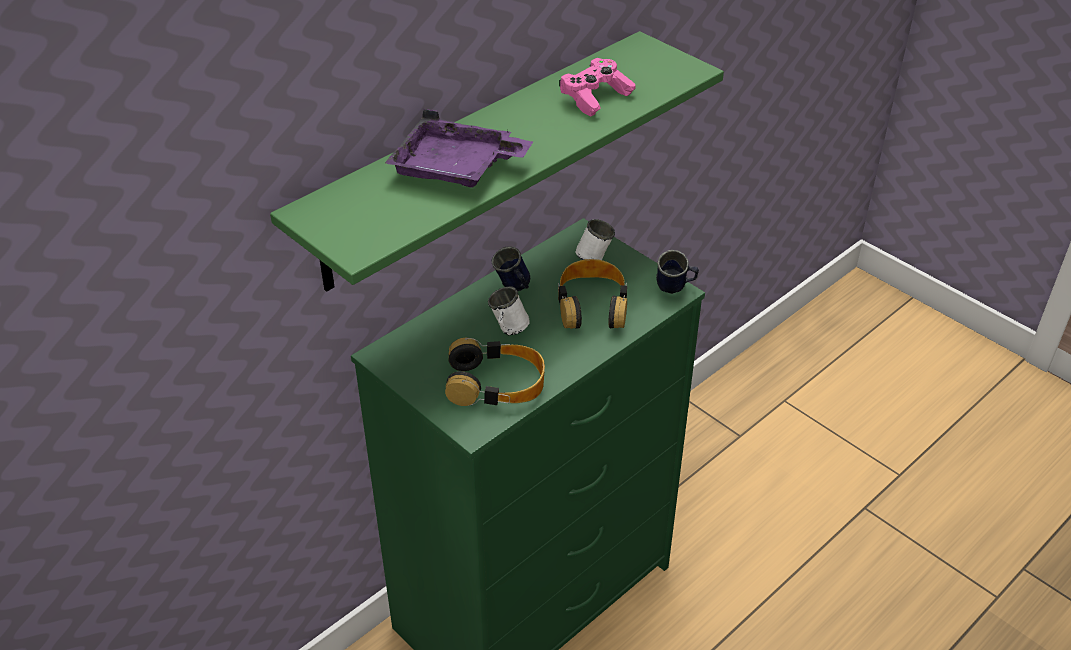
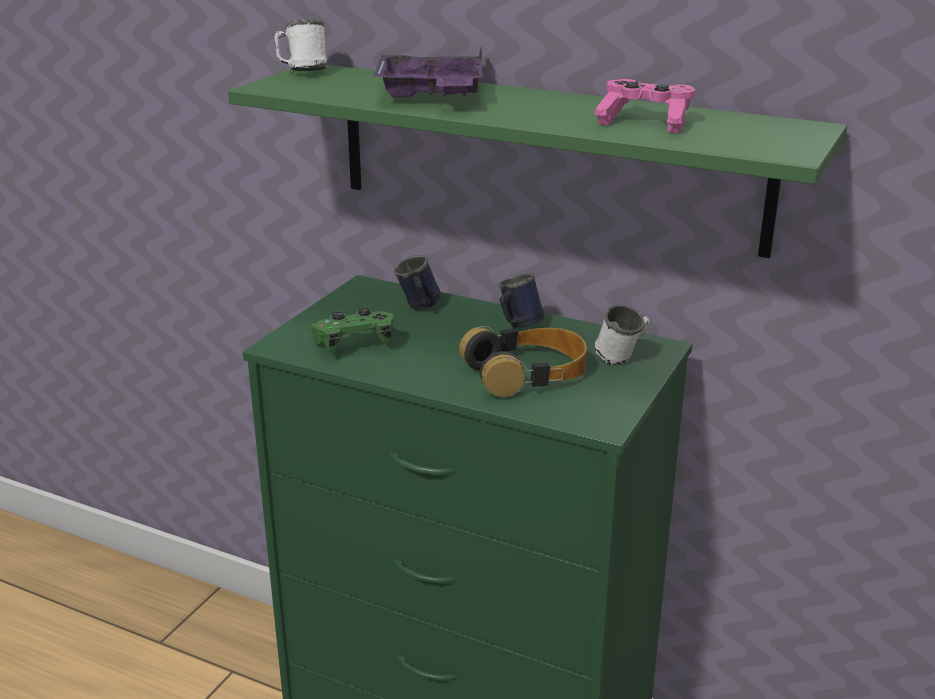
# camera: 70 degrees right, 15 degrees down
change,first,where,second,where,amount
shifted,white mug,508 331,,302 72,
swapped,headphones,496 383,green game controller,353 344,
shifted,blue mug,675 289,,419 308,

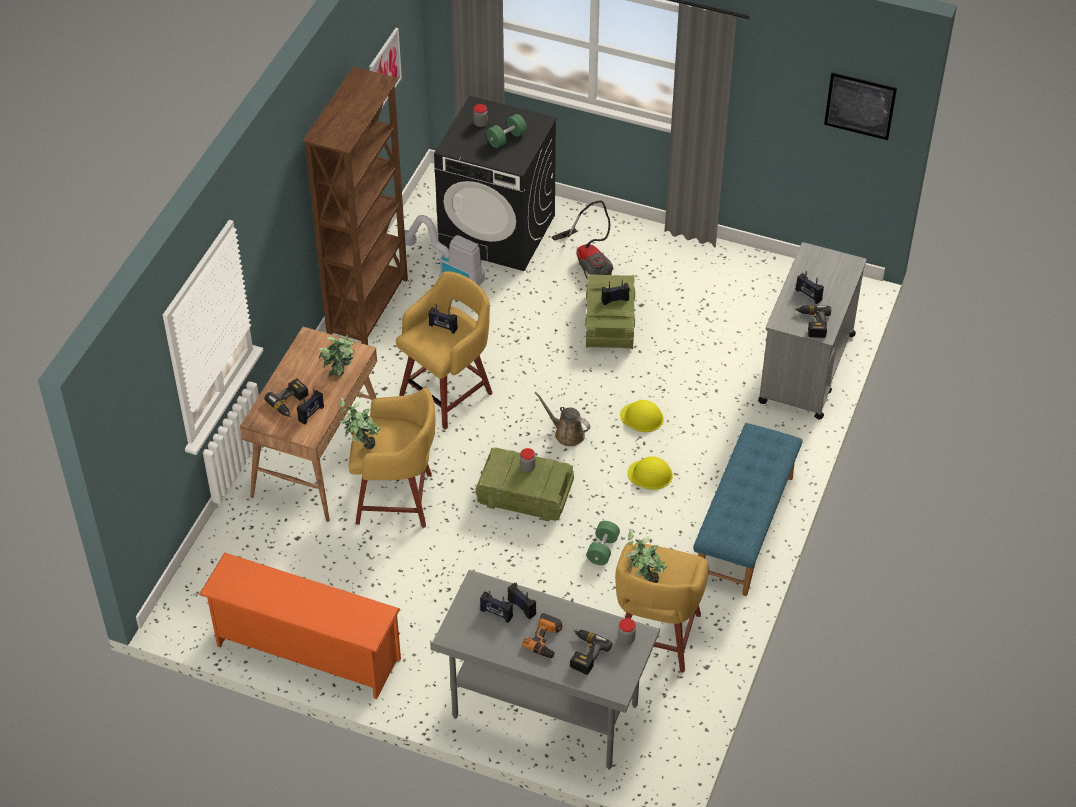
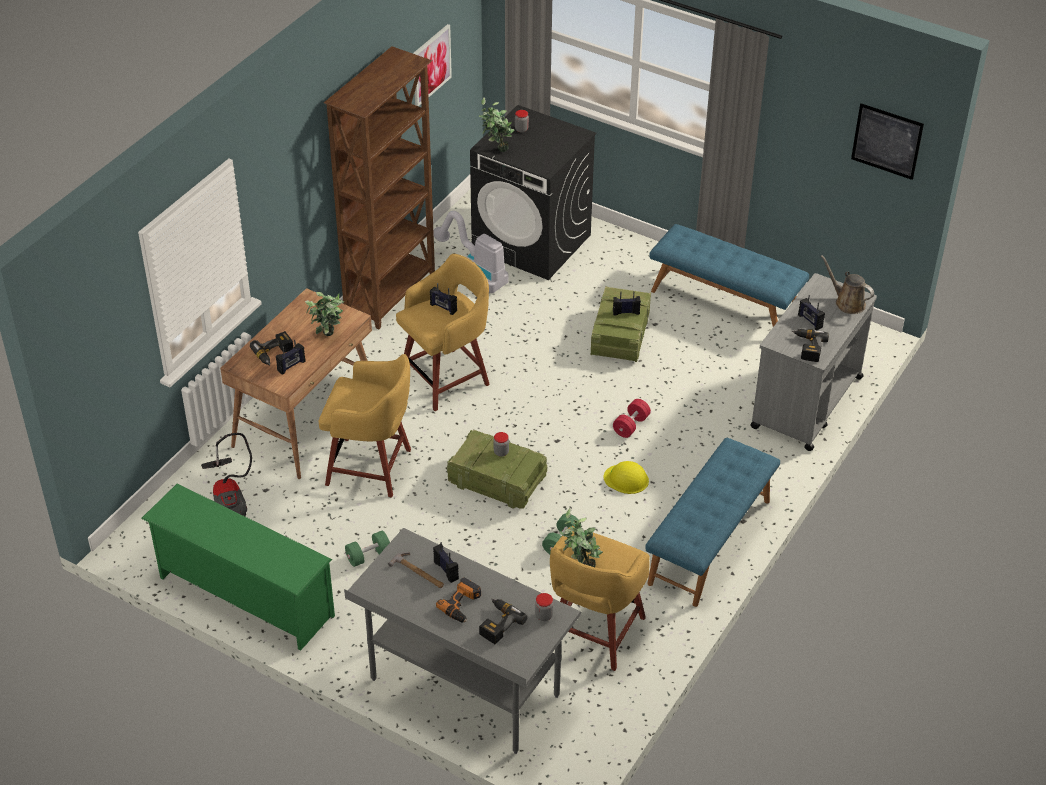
# camera: 10 degrees right, 5 degrees down
change,first,where,second,where,amount
repainted,orange shoe rack,306 653,green shoe rack,243 597,
shifted,vacuum cleaner,589 260,,230 496,
shifted,green dumbbell,506 138,,368 556,
swapped,radio,496 613,hammer,418 573,
shifted,potted plant,361 448,,496 150,
swapped,yellow hard hat,642 417,red dumbbell,631 425,
new,,,blue bench,725 302,
shifted,brown watering can,566 433,,847 302,

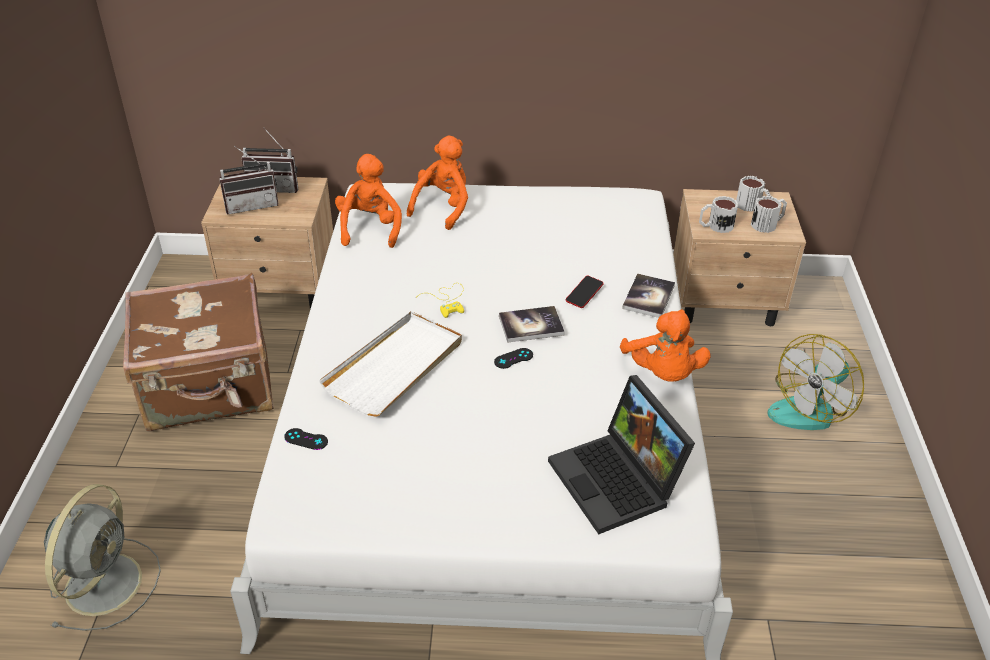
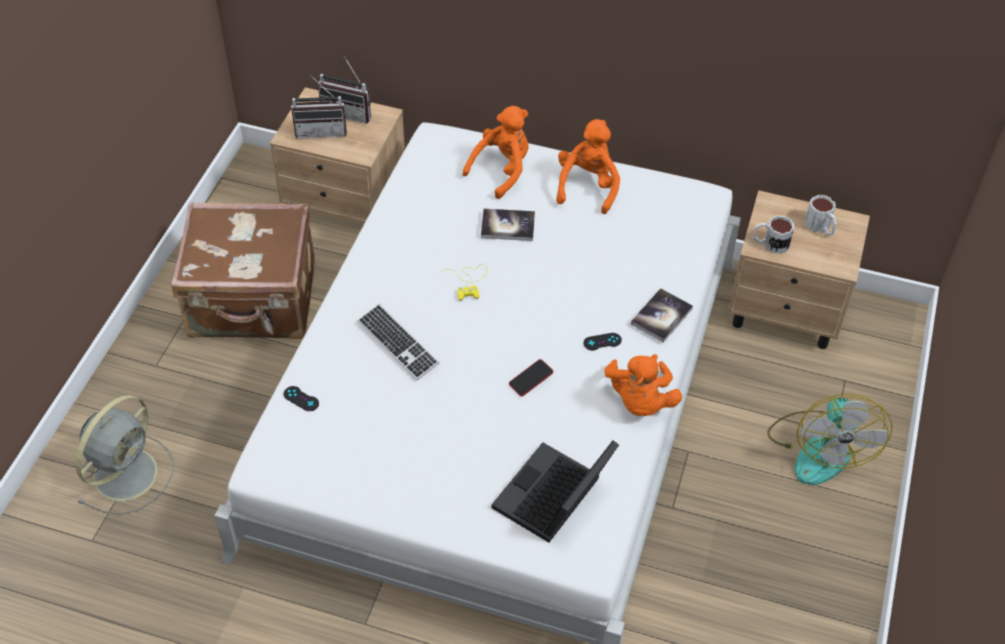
# camera: 15 degrees right, 10 degrees up
change,first,where,second,where,amount
swapped,white tray,395 367,keyboard,398 343,
shifted,book,531 325,,508 226,
rotated,laptop,618 482,,553 500,45 degrees clockwise
shifted,phone,584 294,,531 380,
shifted,orange plush toy,370 228,,587 186,
shifted,black game controller,513 358,,602 342,
rotated,fan,810 408,,819 448,60 degrees counterclockwise
gone,mug,768 224,,,

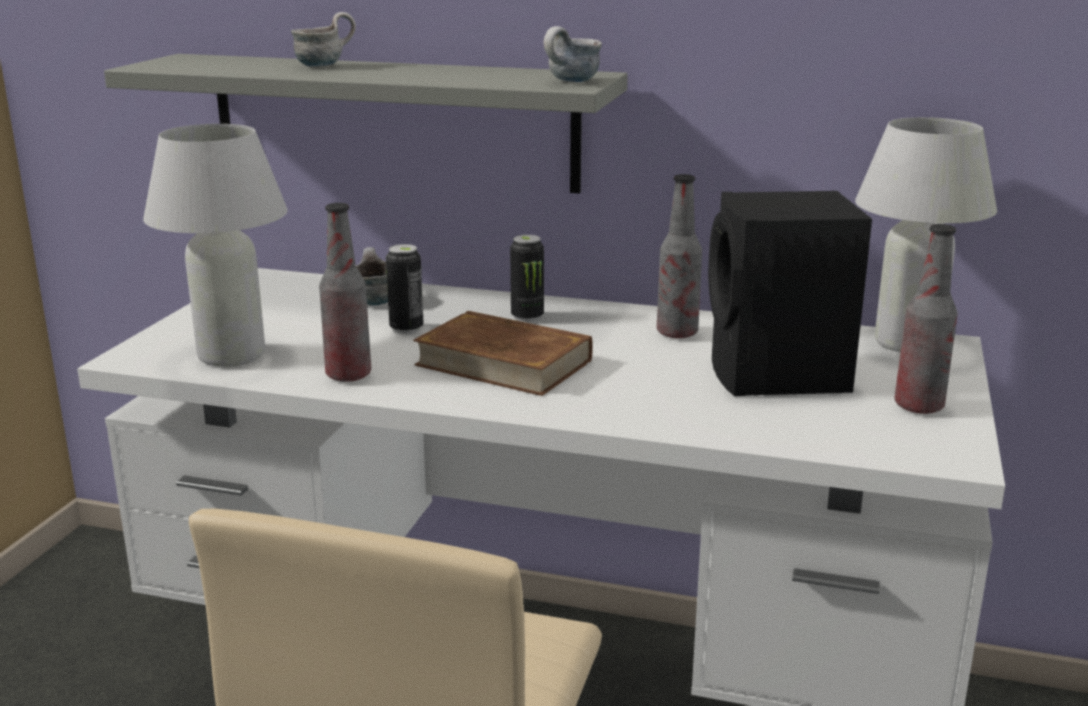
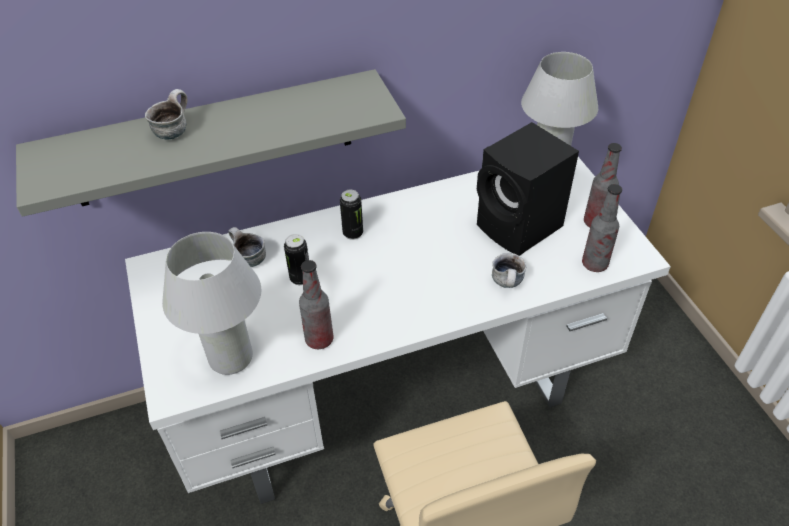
# camera: 35 degrees left, 25 degrees up
change,first,where,second,where,amount
shifted,mug,570 82,,508 284,
shifted,bottle,677 333,,594 264,
gone,brown book,503 362,,,

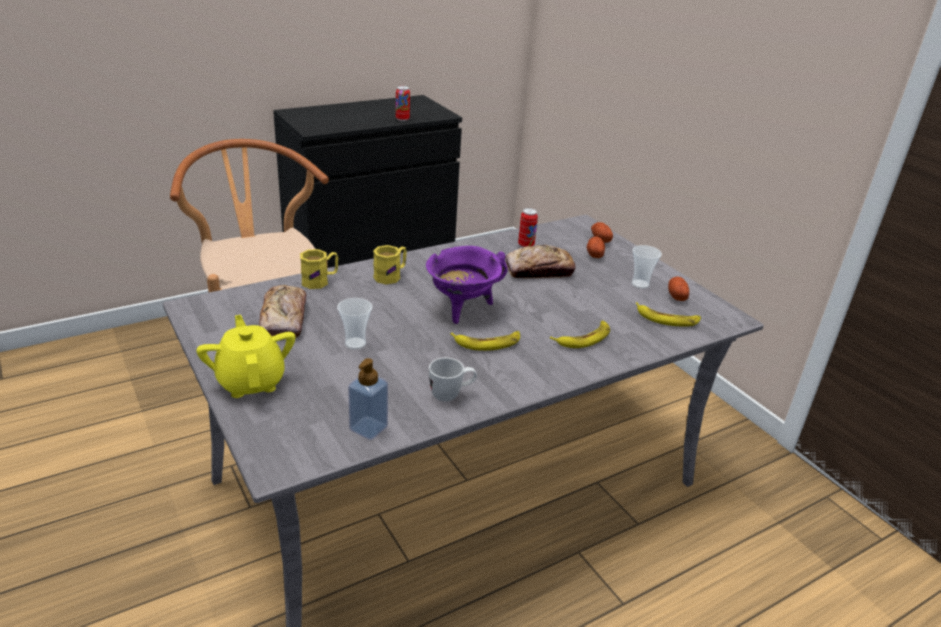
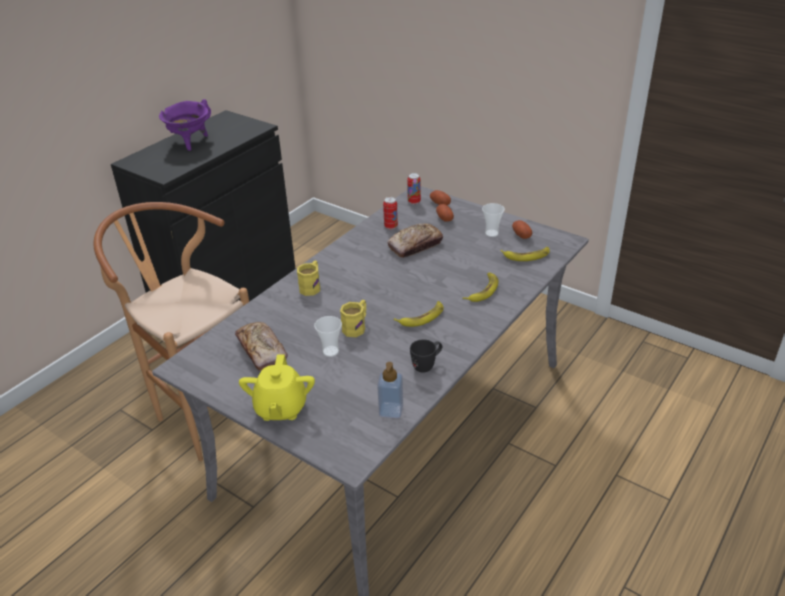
# camera: 20 degrees left, 5 degrees up
change,first,where,second,where,amount
shifted,purple cooking pot,462 308,,190 142,
rotated,yellow teapot,251 381,,280 408,135 degrees counterclockwise
shifted,yellow mug,320 281,,356 327,
shifted,can,402 119,,414 202,
repainted,white mug,451 395,black mug,427 365,

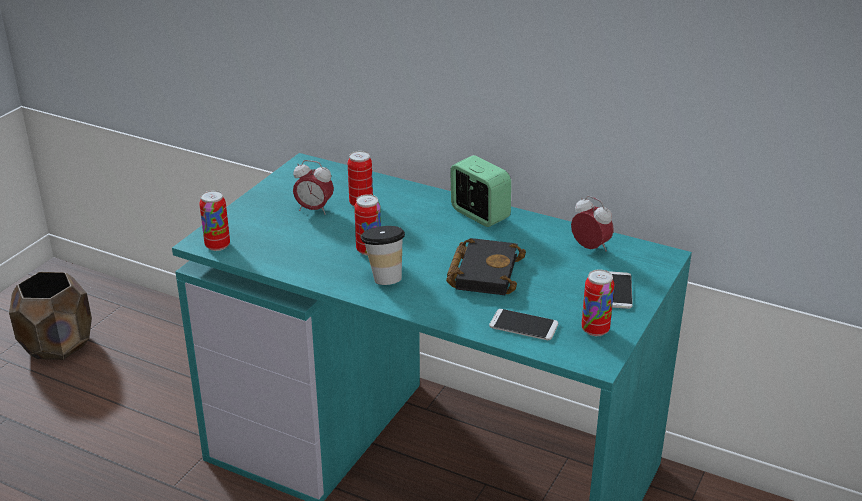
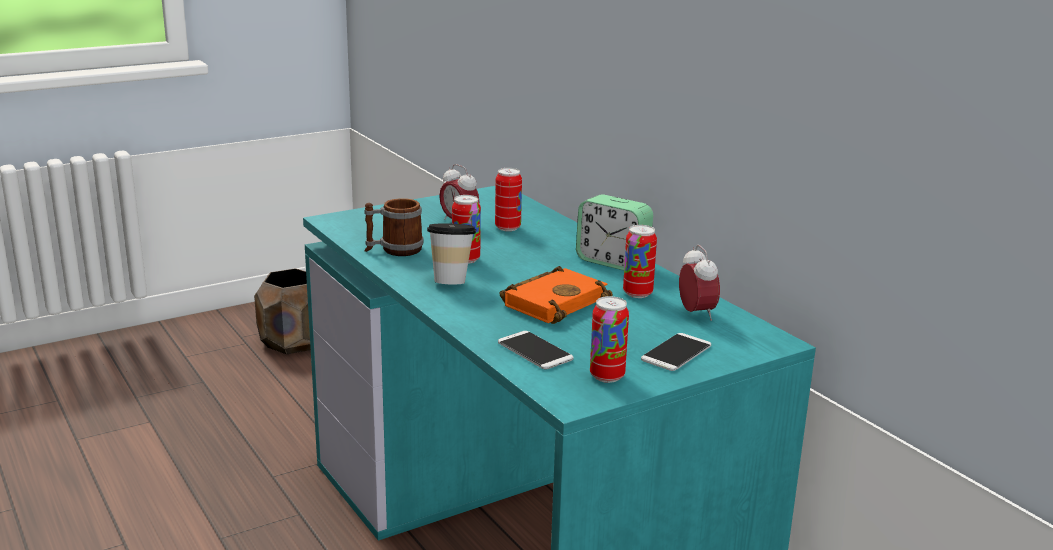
# camera: 30 degrees right, 10 degrees down
change,first,where,second,where,amount
new,,,mug,394 250,
repainted,black book,483 271,orange book,554 301,
rotated,alarm clock,479 215,,612 261,135 degrees clockwise
shifted,can,217 246,,637 293,

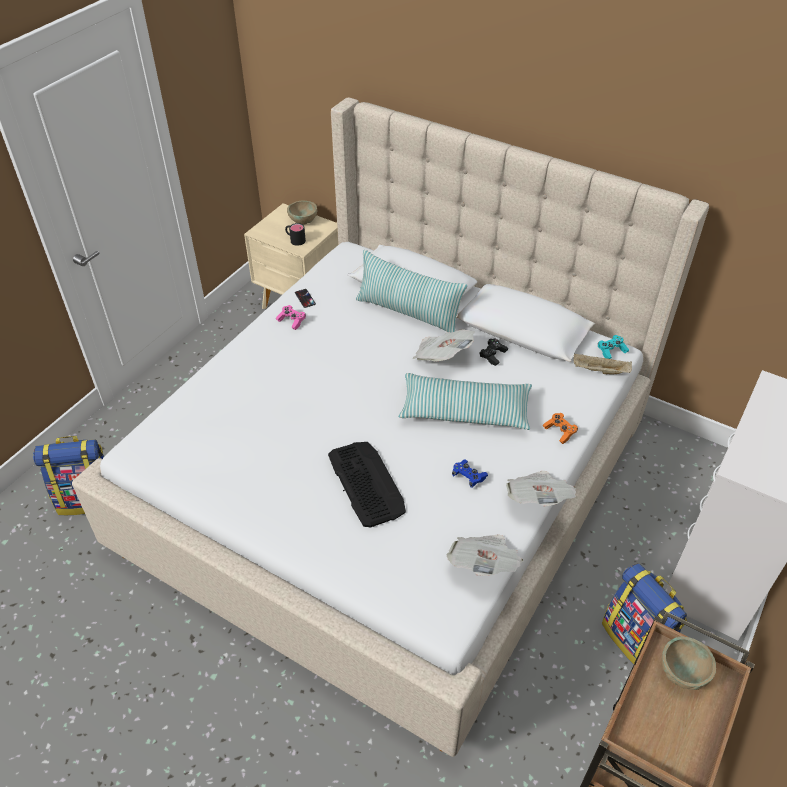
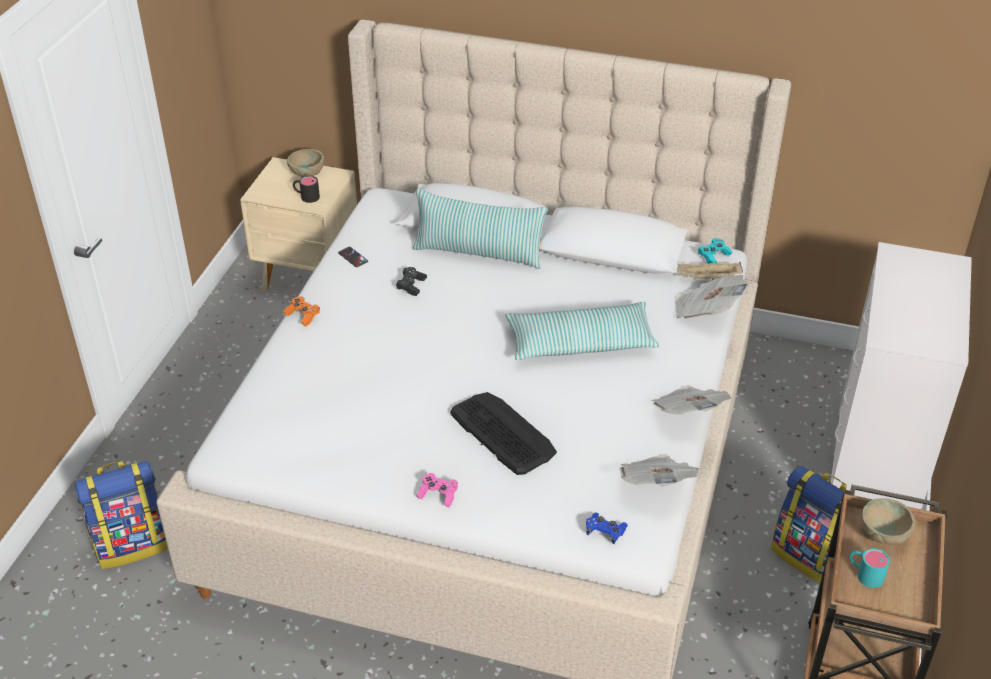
# camera: 15 degrees left, 5 degrees down
change,first,where,second,where,amount
shifted,orange game controller,560 431,,302 316,
shifted,black game controller,493 355,,411 286,
shifted,pink game controller,291 321,,438 495,
shifted,blue game controller,468 477,,605 532,
shifted,newspaper,442 357,,706 311,
new,,,turquoise mug,864 574,

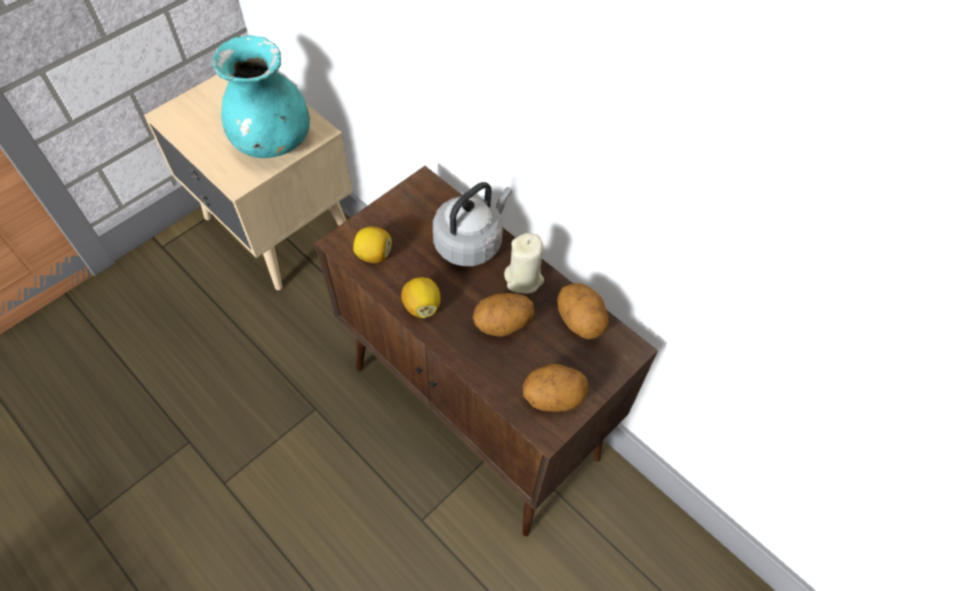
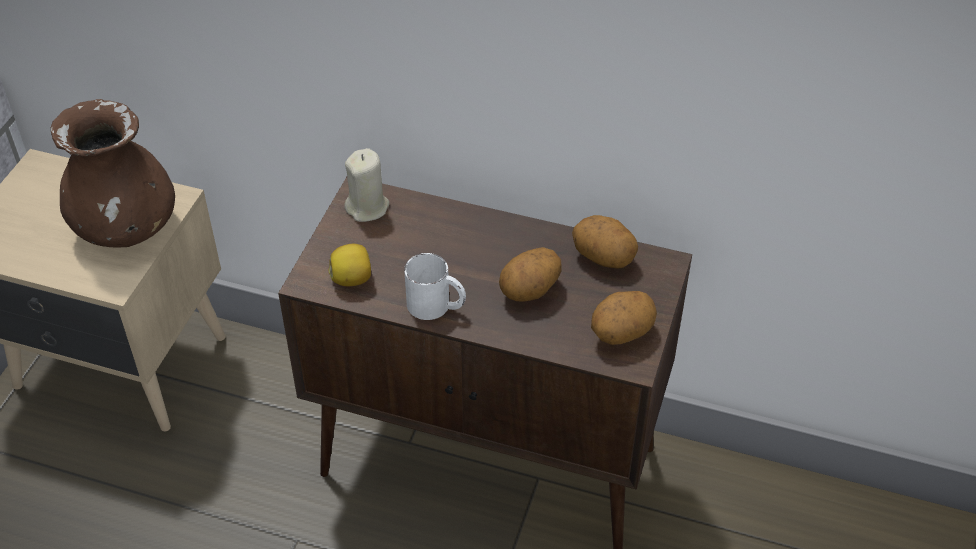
# camera: 25 degrees left, 10 degrees down
change,first,where,second,where,amount
repainted,turquoise vase,272 142,brown vase,127 228,
shifted,beige candle,524 279,,367 207,
swapped,lemon,422 306,white mug,437 306,
gone,grey kettle,470 242,,,

